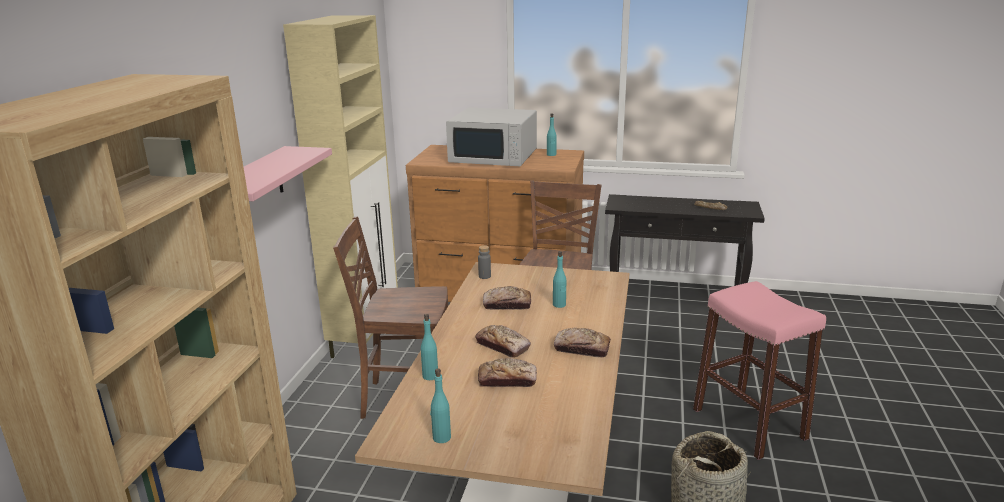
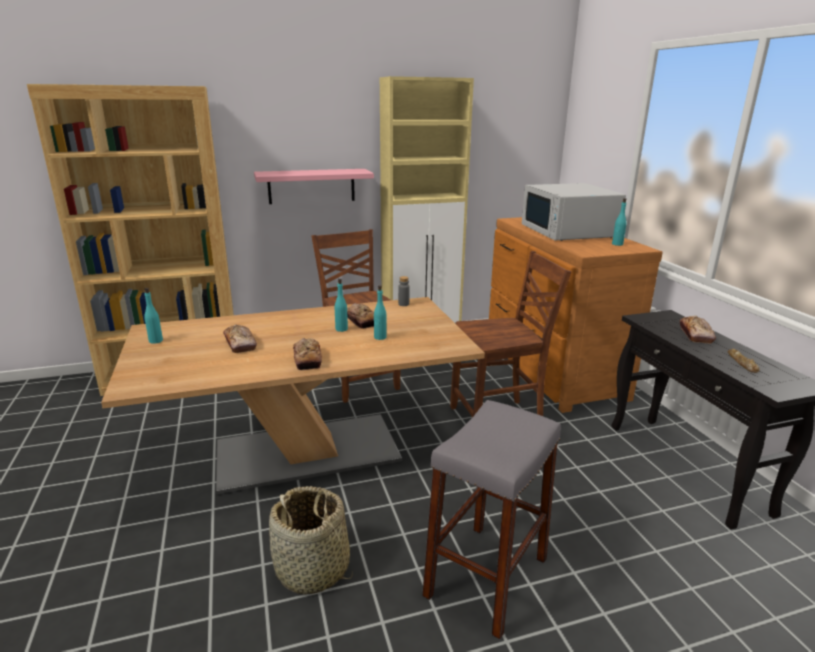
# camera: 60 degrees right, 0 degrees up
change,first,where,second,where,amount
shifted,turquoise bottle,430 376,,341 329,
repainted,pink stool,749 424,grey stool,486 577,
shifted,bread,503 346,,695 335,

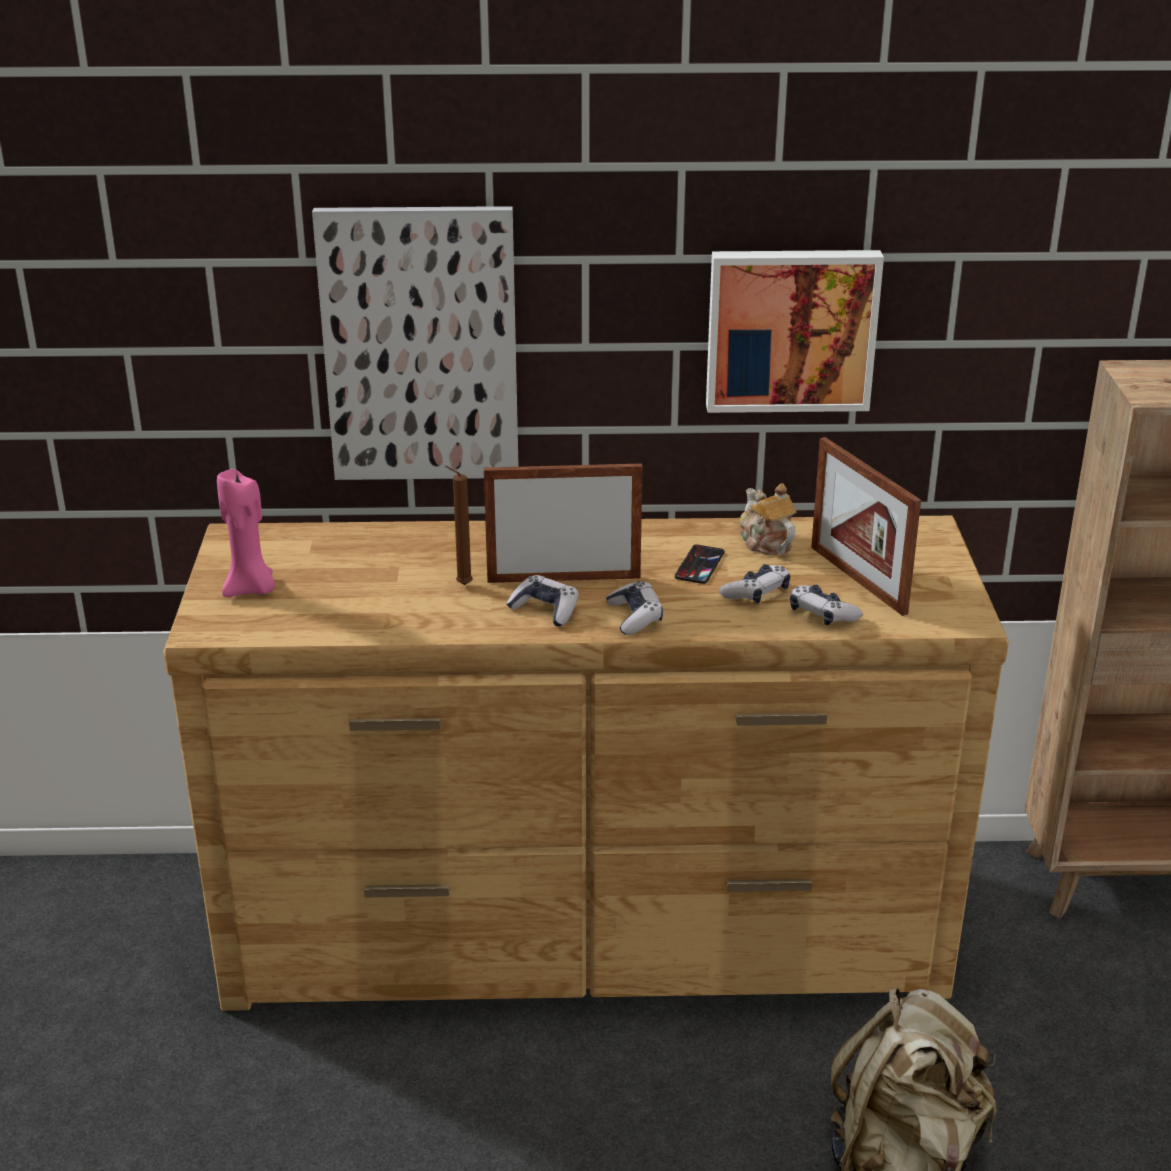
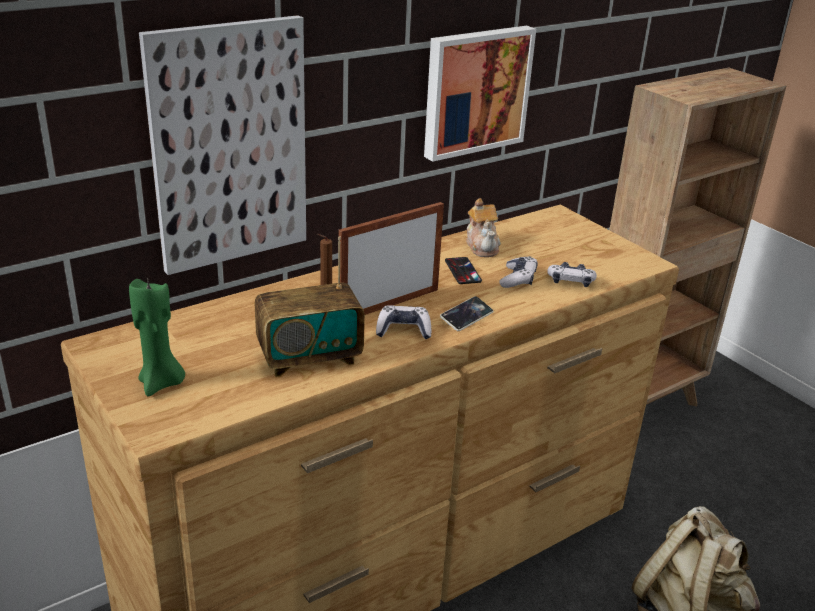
# camera: 35 degrees left, 0 degrees up
change,first,where,second,where,amount
repainted,pink candle,251 589,green candle,161 383,
new,,,radio,309 358,
swapped,game controller,635 617,phone,466 317,
rotated,teapot,765 542,,482 246,135 degrees counterclockwise
gone,picture frame,858 579,,,

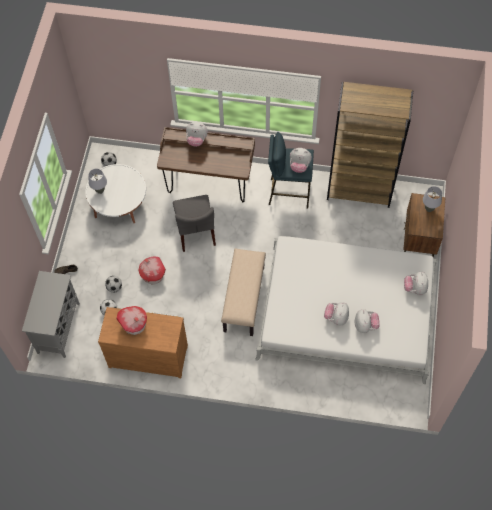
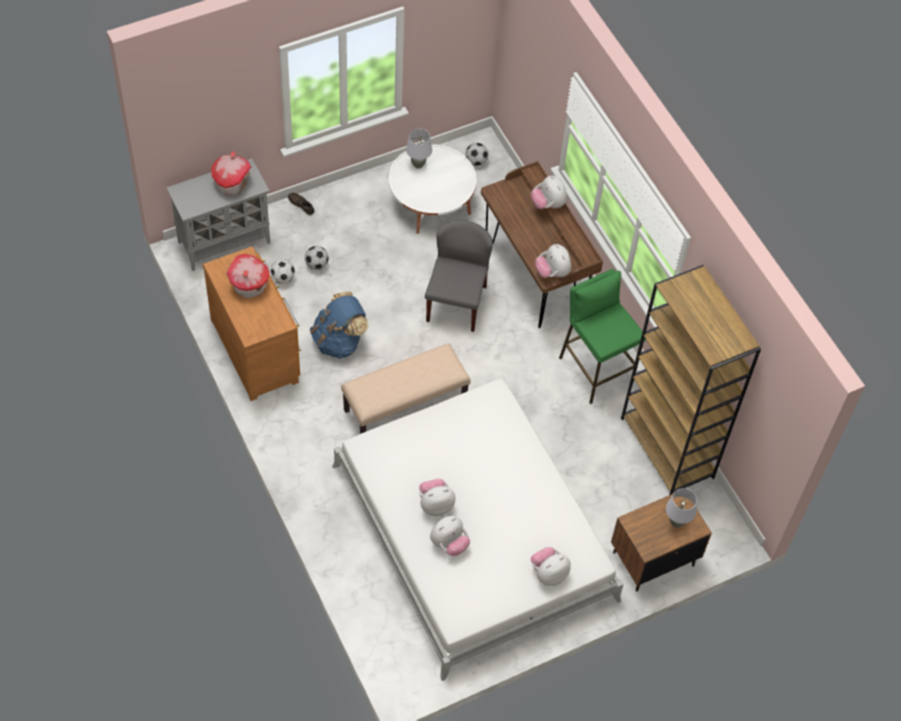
# camera: 50 degrees right, 5 degrees down
change,first,where,second,where,amount
shifted,toy house,153 275,,232 183,
new,,,blue backpack,339 341,
rotated,grey chair,196 232,,456 303,150 degrees clockwise
shifted,plush toy,299 166,,552 272,
repainted,blue stool,289 192,green stool,595 370,

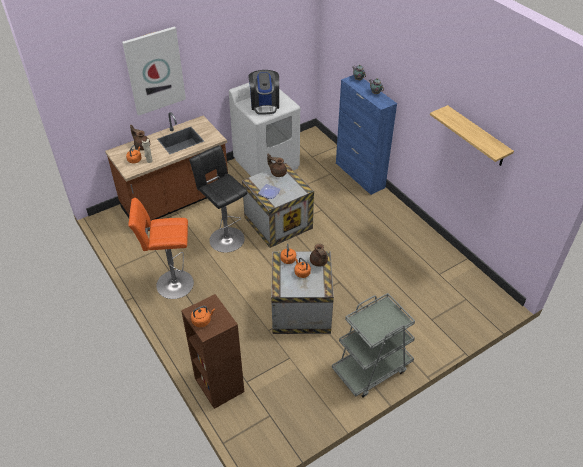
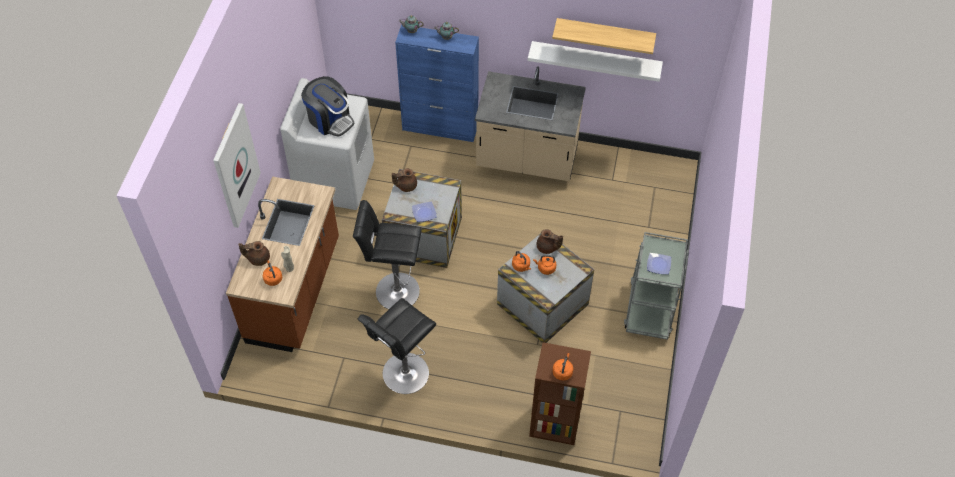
# camera: 45 degrees left, 10 degrees up
change,first,where,second,where,amount
repainted,orange stool,172 284,black stool,403 375,
new,,,beige counter,527 159,
new,,,white shelf,595 60,
new,,,plate,658 265,

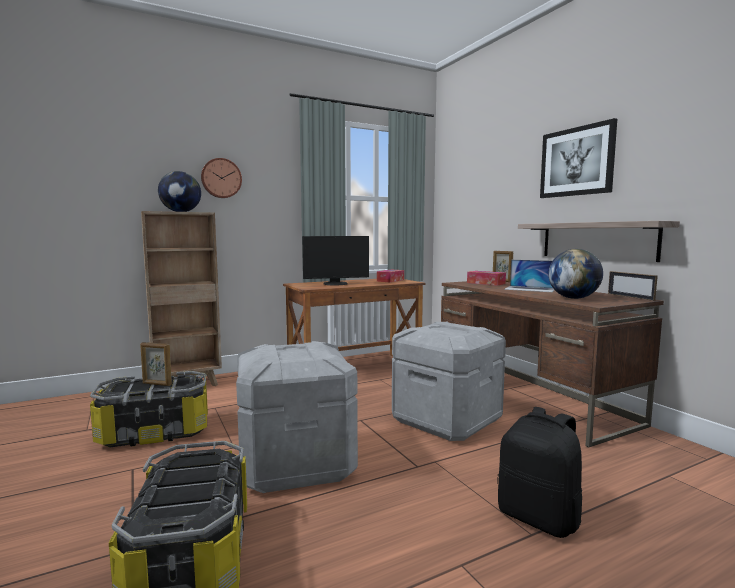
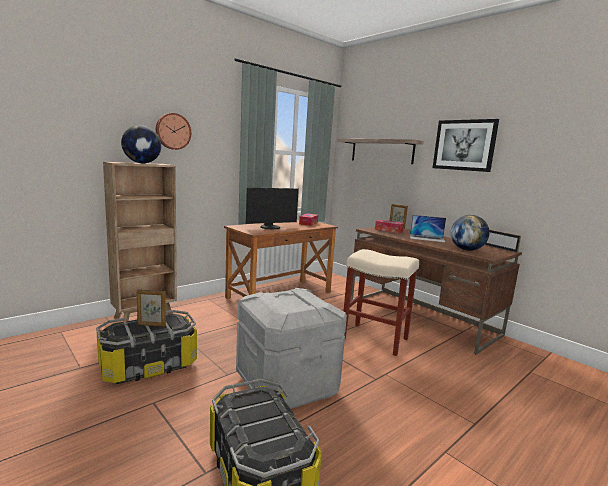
# camera: 15 degrees left, 5 degrees up
change,first,where,second,where,amount
shifted,shelf,596 240,,381 151,
swapped,grey storage box,445 420,beige stool,373 338,
gone,black backpack,539 517,,,

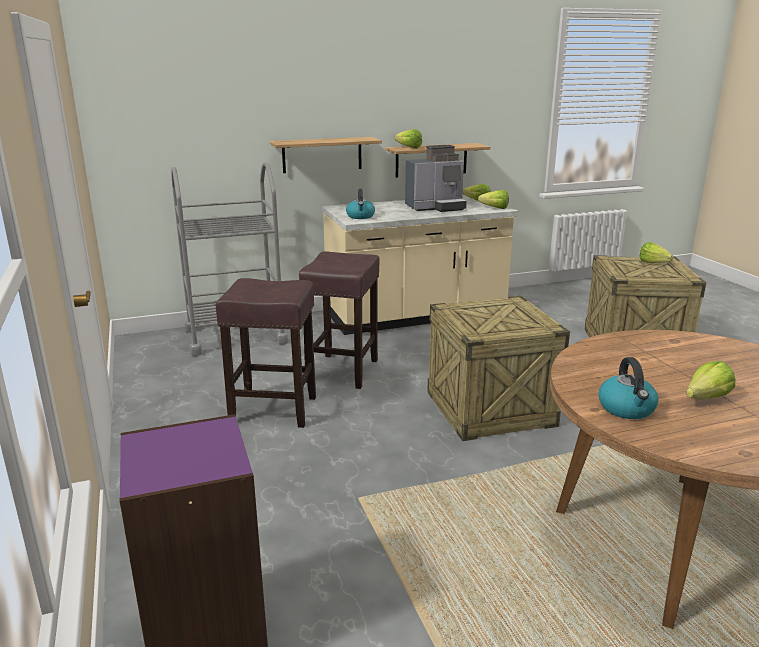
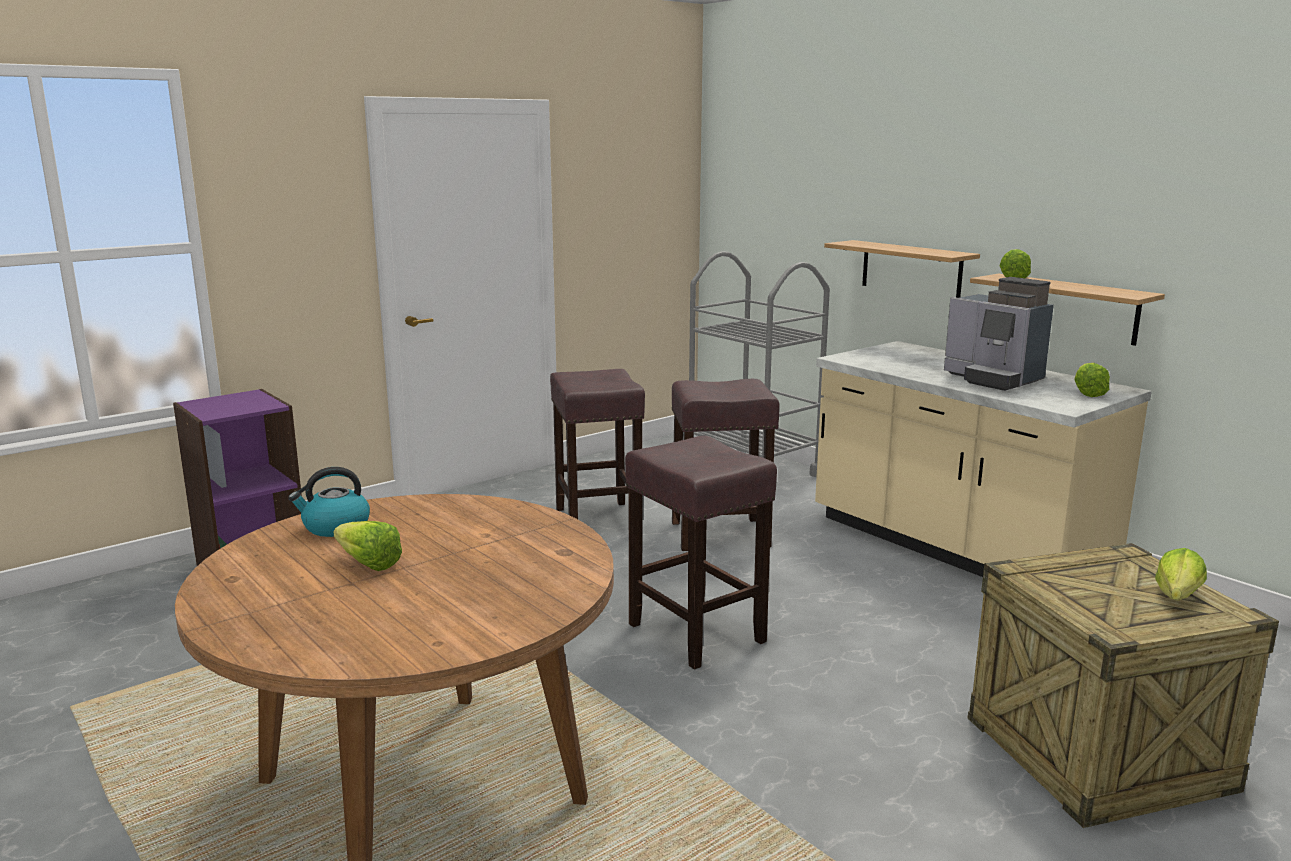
# camera: 70 degrees right, 5 degrees down
change,first,where,second,where,amount
swapped,crate,490 408,brown stool,698 633,
gone,kettle,360 216,,,
gone,lettuce,492 208,,,

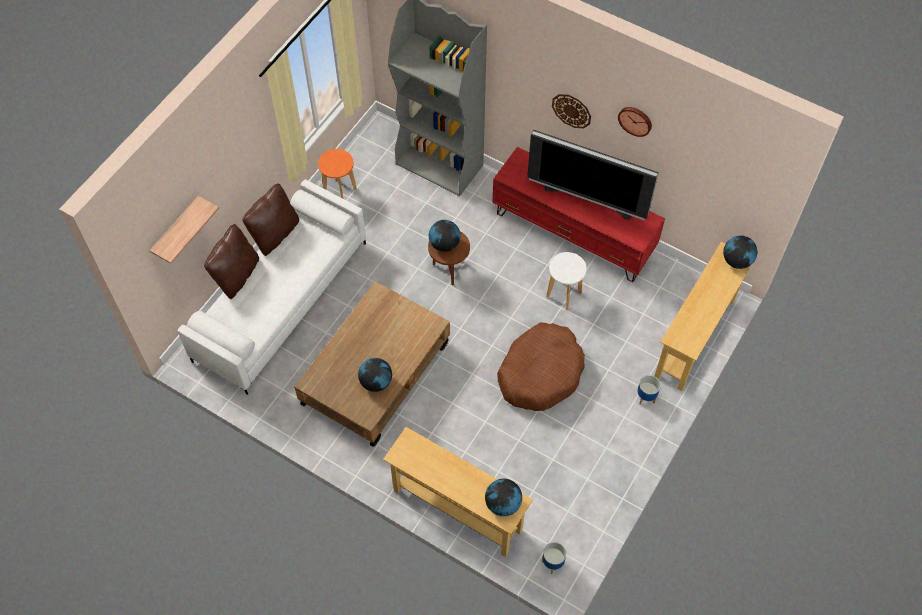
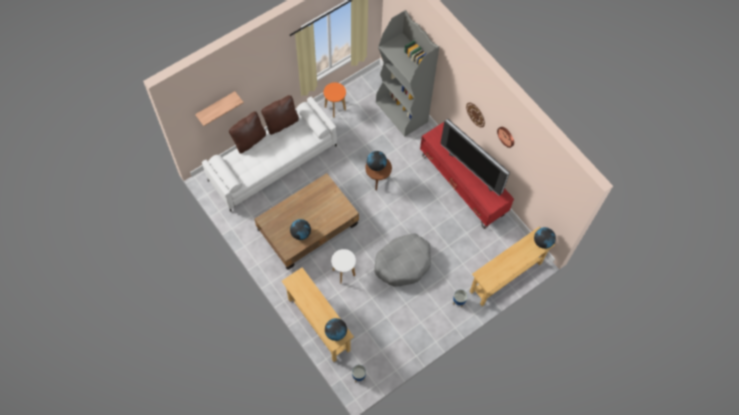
# camera: 20 degrees right, 5 degrees up
change,first,where,second,where,amount
shifted,white stool,564 295,,344 273,
repainted,brown dog bed,540 372,grey dog bed,403 263,

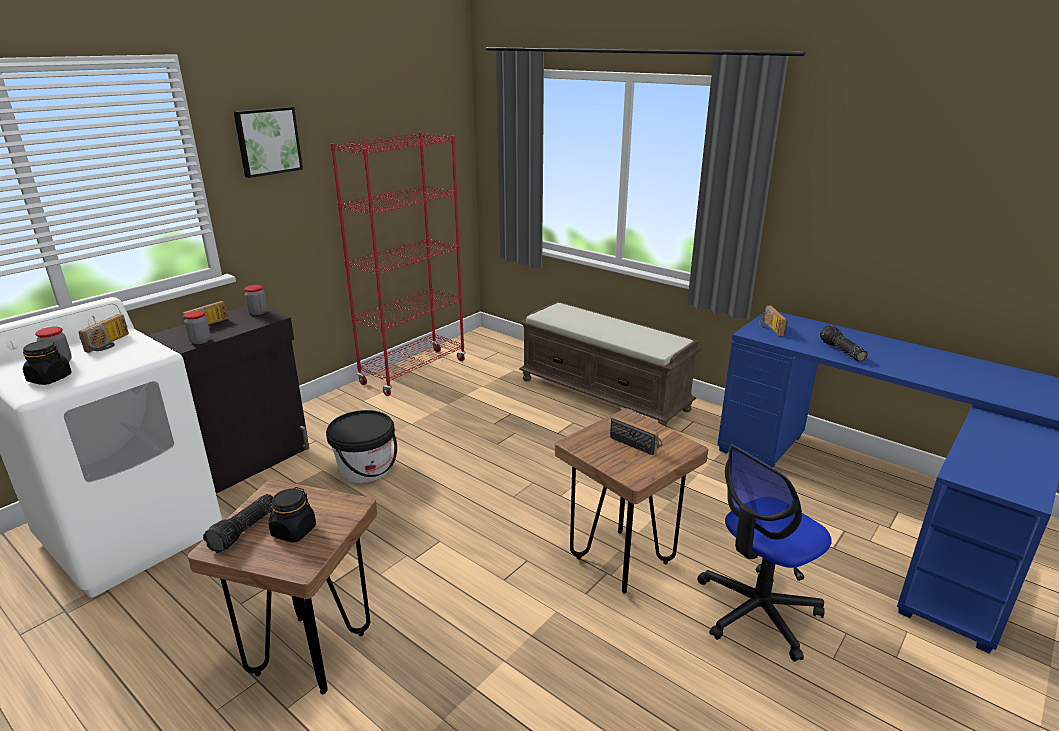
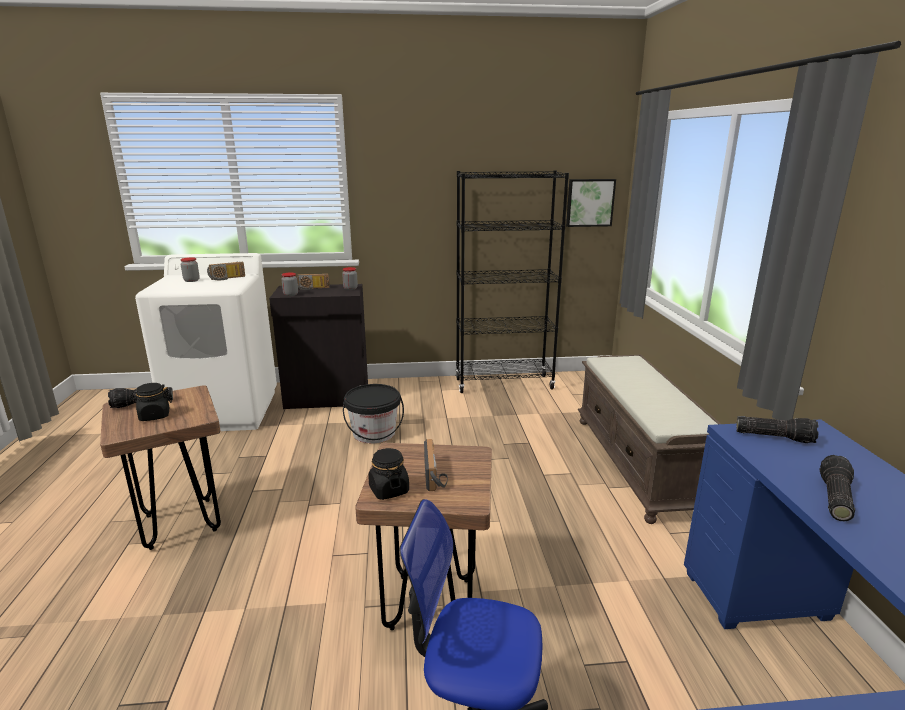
# camera: 45 degrees right, 5 degrees down
change,first,where,second,where,amount
shifted,black jar,49 378,,388 490,
repainted,red bookcase,413 372,black bookcase,504 384,
shifted,picture,267 141,,589 202,
swapped,radio,769 328,flashlight,774 436,

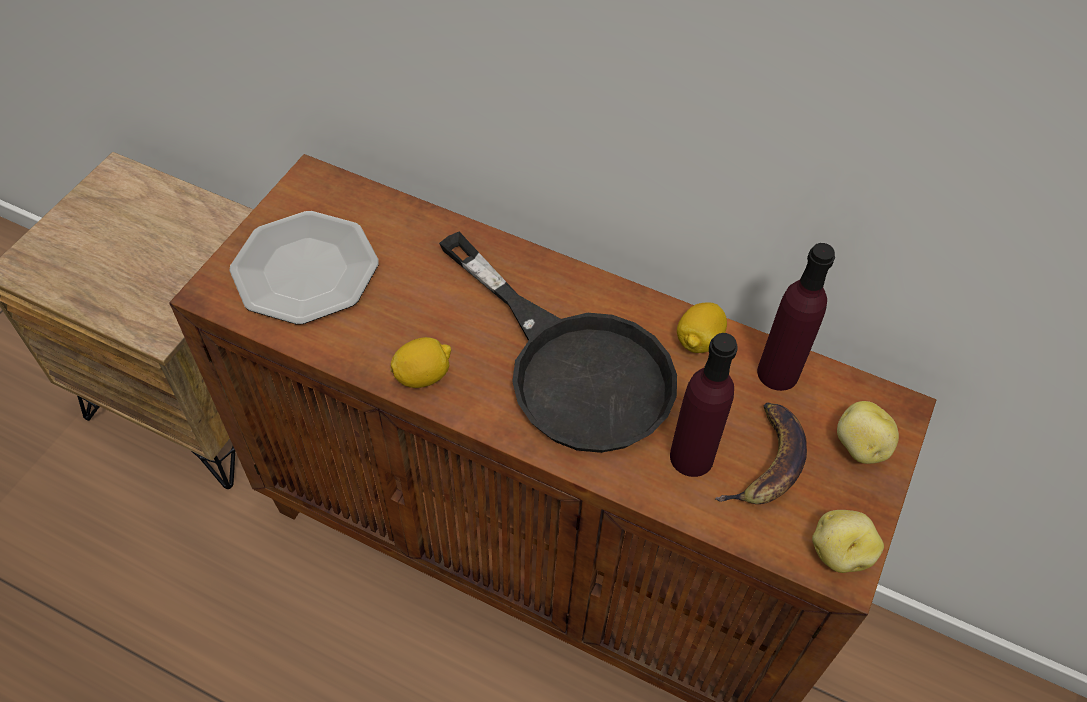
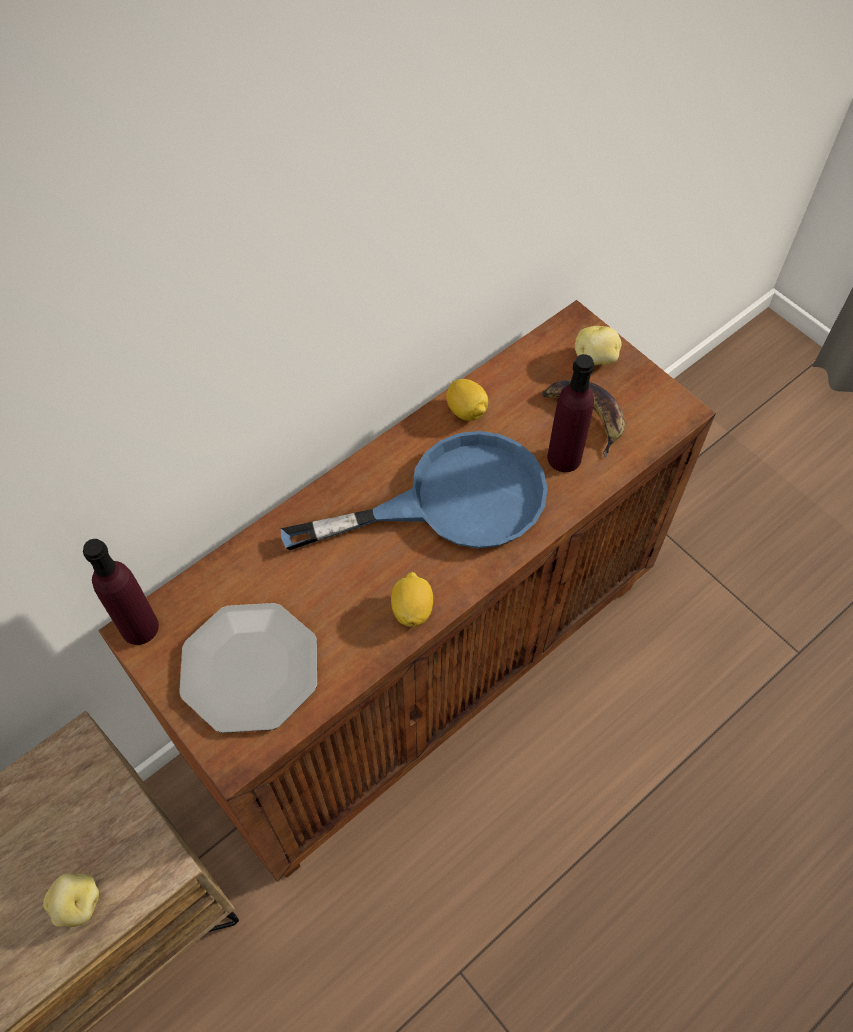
# camera: 65 degrees left, 5 degrees up
change,first,where,second,where,amount
shifted,potato,839 551,,77 903,
shifted,purple bottle,778 373,,139 627,
repainted,black frying pan,572 366,blue frying pan,451 501,

